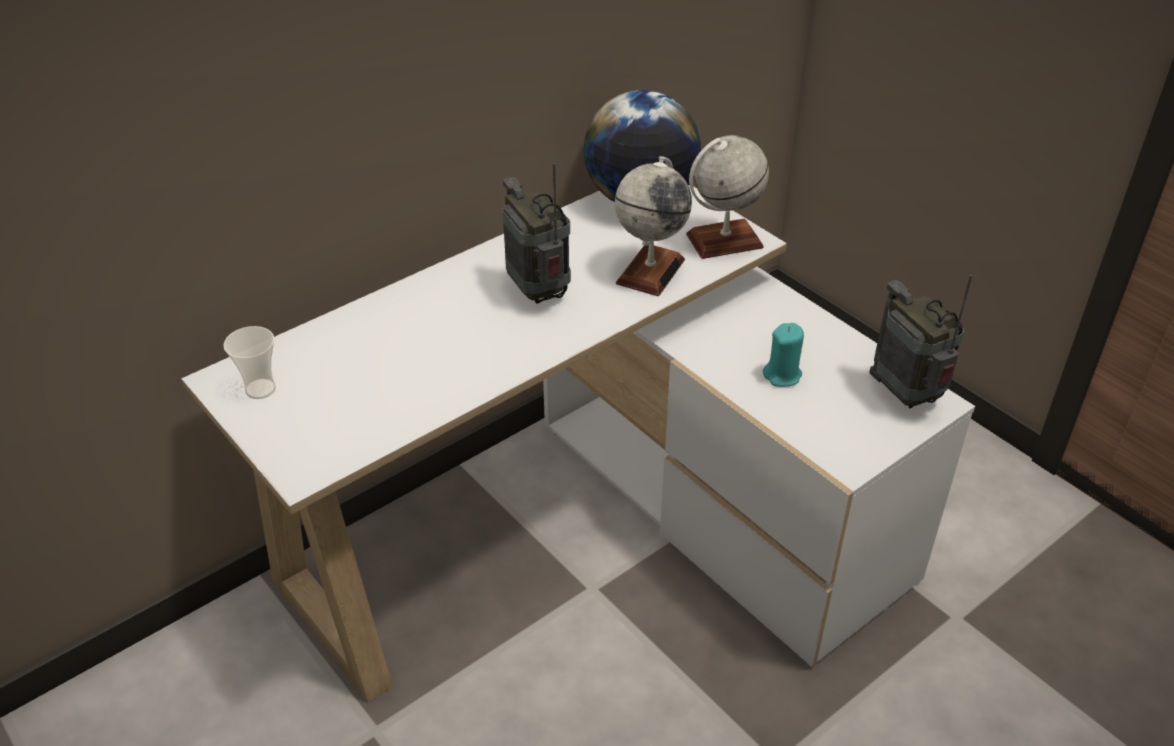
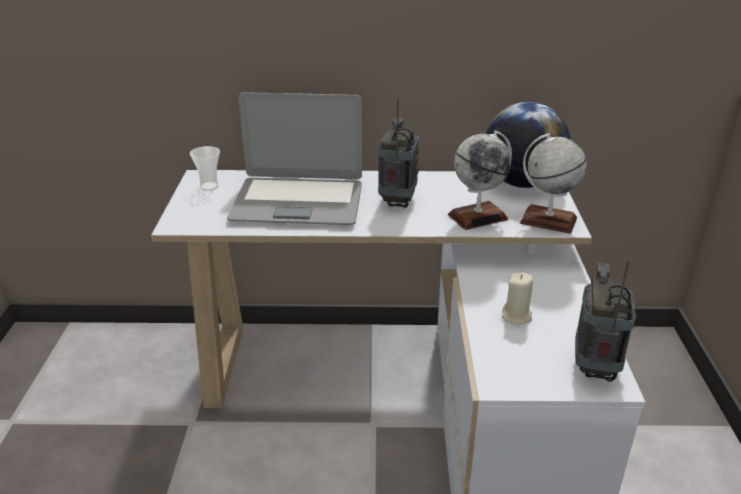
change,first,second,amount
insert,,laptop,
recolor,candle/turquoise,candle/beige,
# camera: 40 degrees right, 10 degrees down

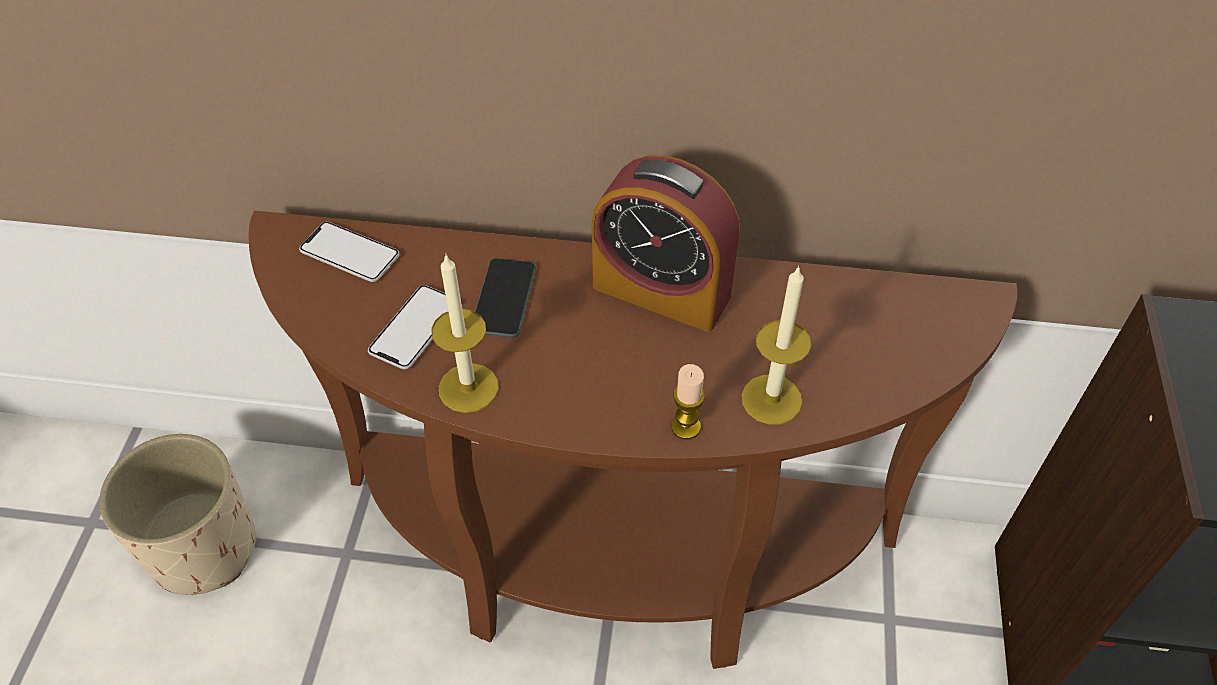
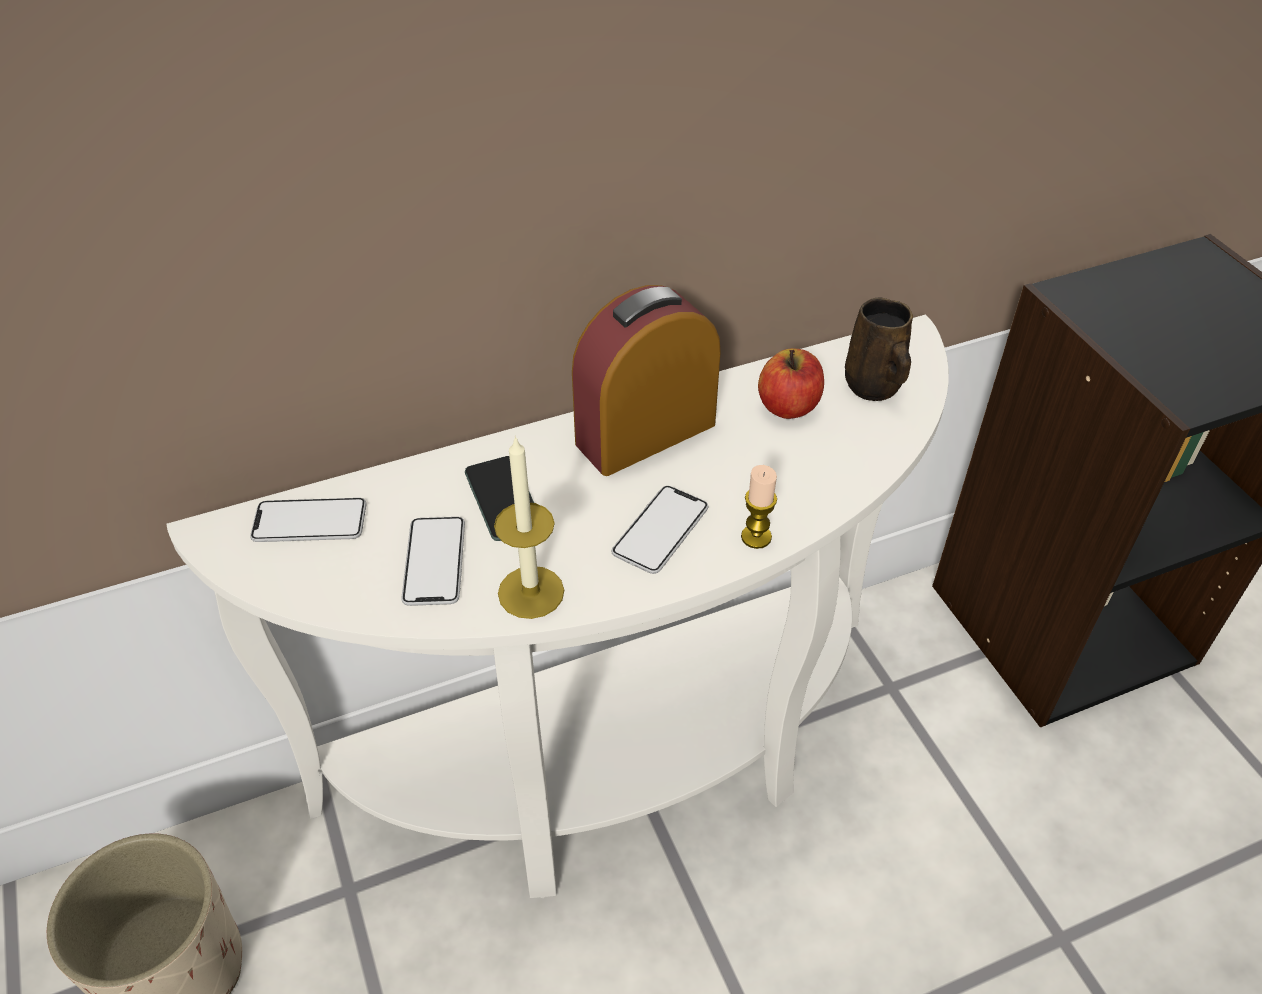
change,first,second,amount
recolor,console table/brown,console table/white,
rotate,alarm clock,,150 degrees clockwise
insert,,phone (4th from left),
insert,,apple,
insert,,mug/brown,
delete,candle (3rd from left),,
# camera: 30 degrees left, 5 degrees down

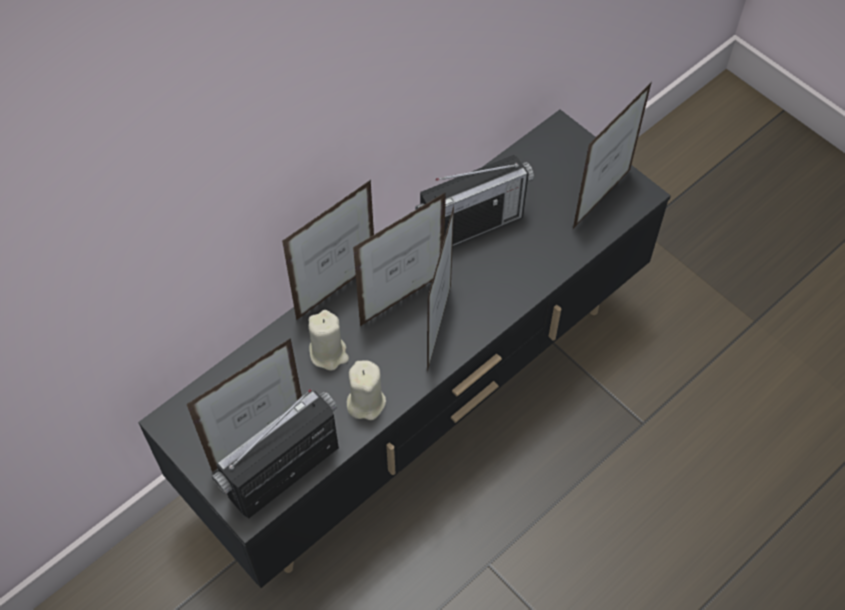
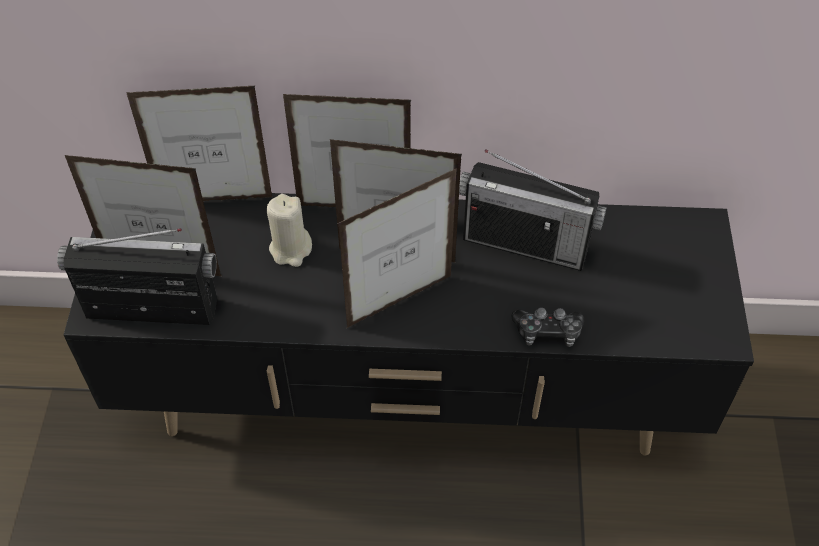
change,first,second,amount
move,picture frame (5th from left in the first image),picture frame (2nd from left),
insert,,game controller,
delete,candle/beige (2nd from left),,
# camera: 45 degrees right, 5 degrees down

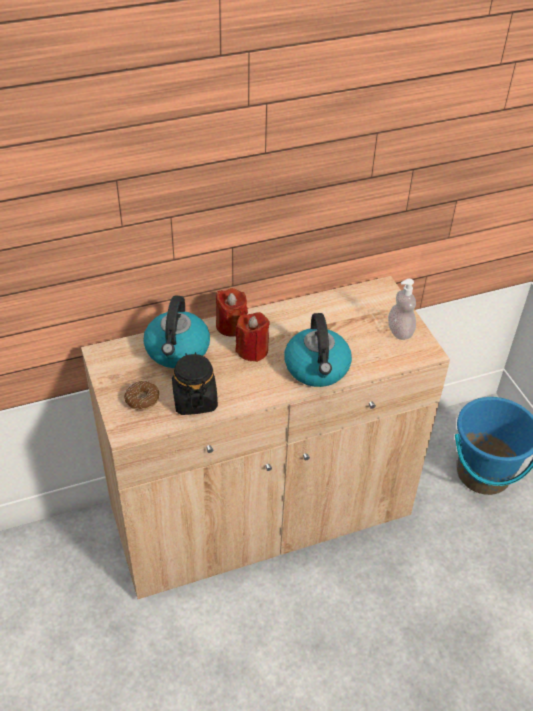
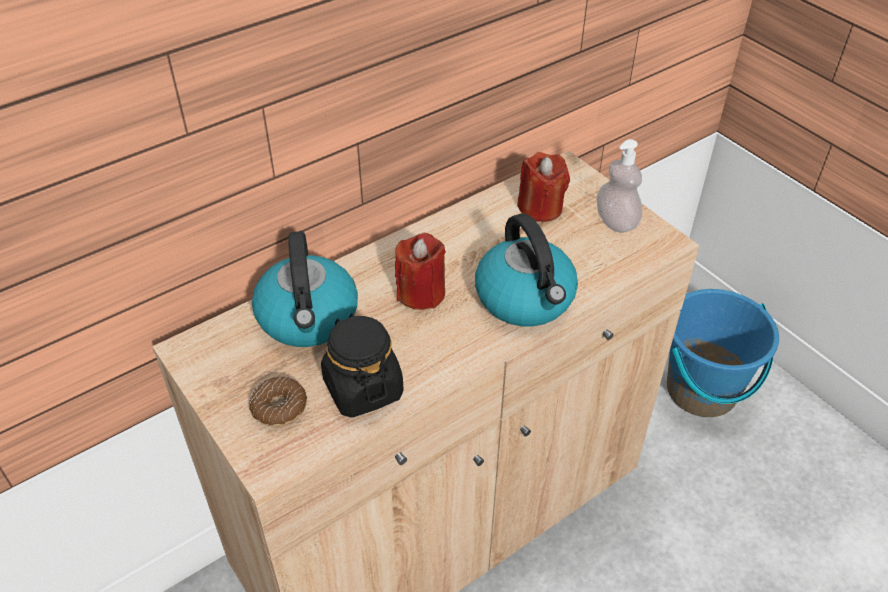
change,first,second,amount
move,candle/red (1st from left in the first image),candle/red (2nd from left),
# camera: 15 degrees left, 0 degrees up

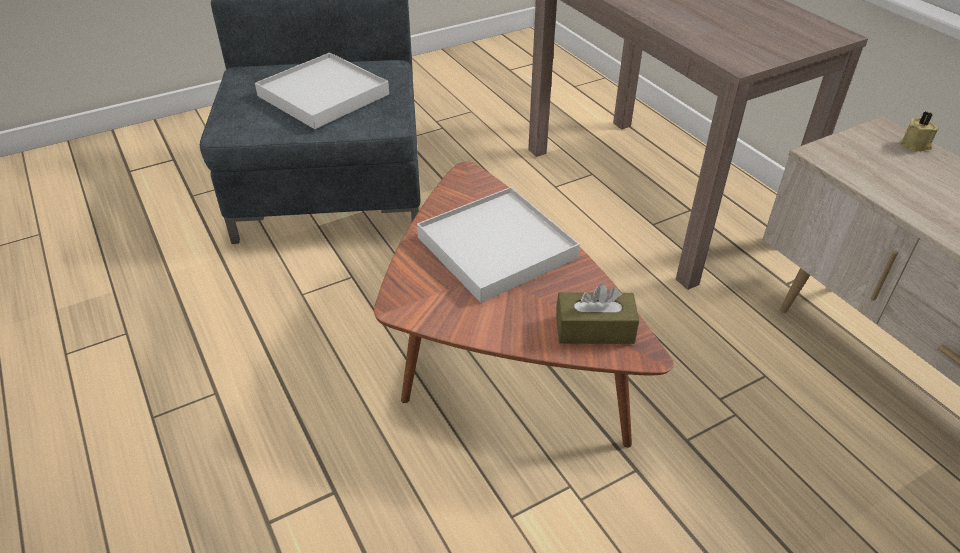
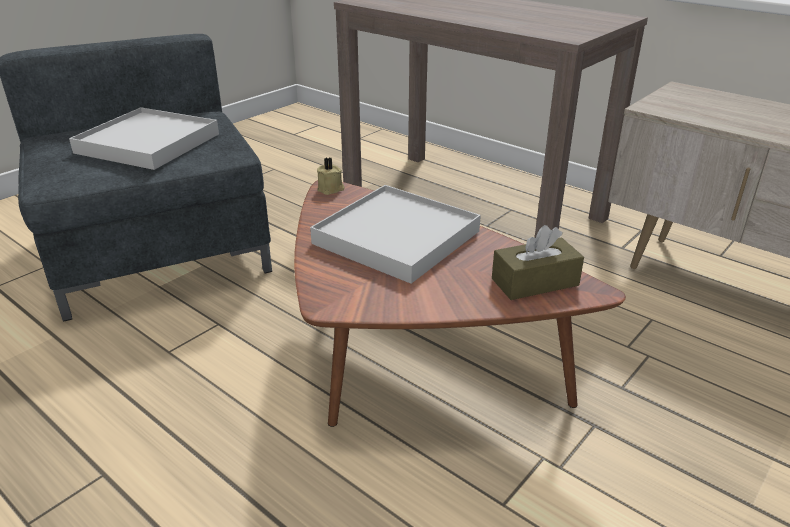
change,first,second,amount
move,candle/beige,,
# camera: 20 degrees left, 10 degrees down

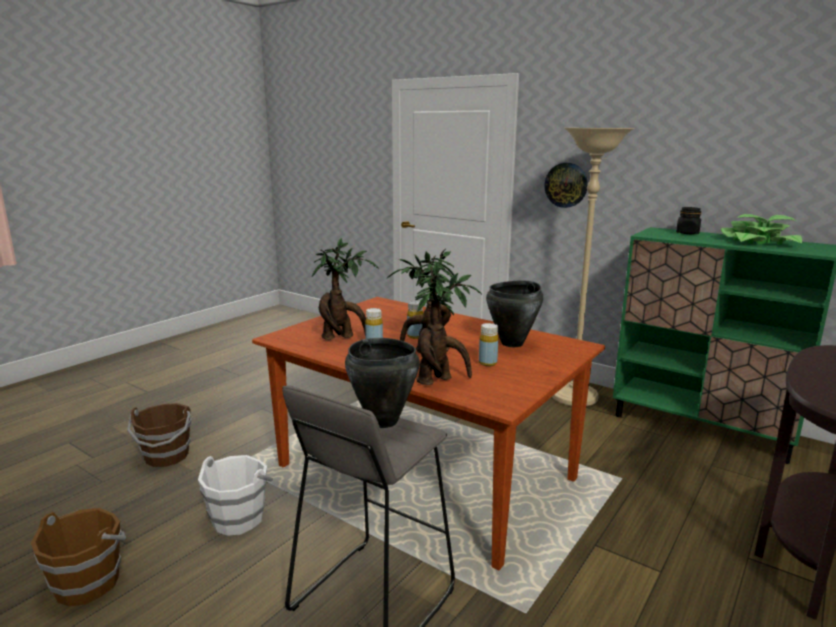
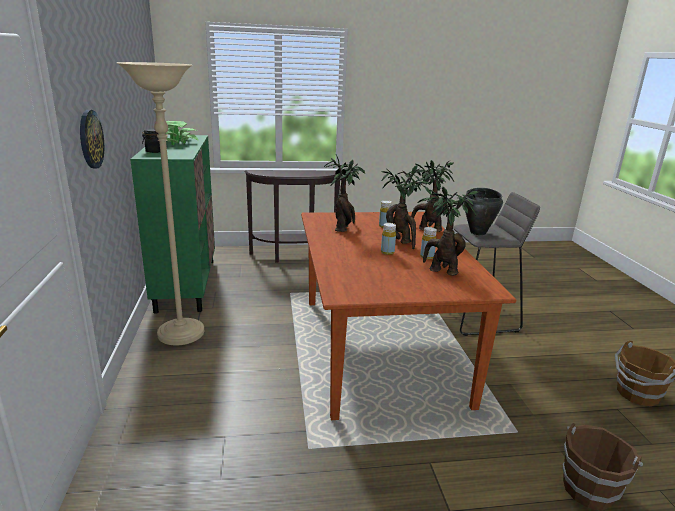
change,first,second,amount
replace,cooking pot/black (2nd from left),potted plant (2nd from left),
delete,bucket/white,,
# camera: 135 degrees left, 5 degrees up

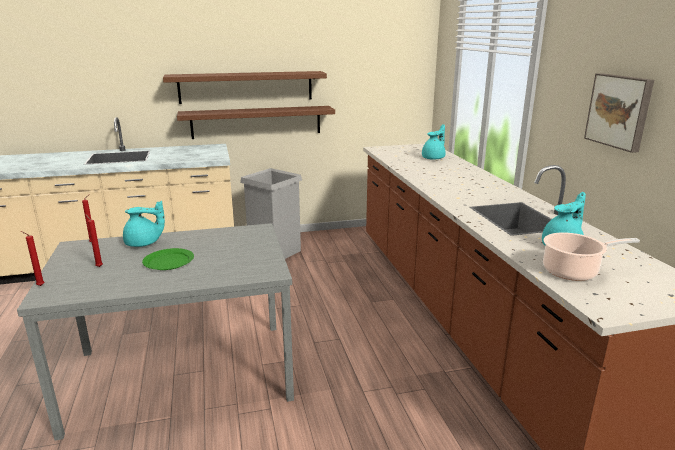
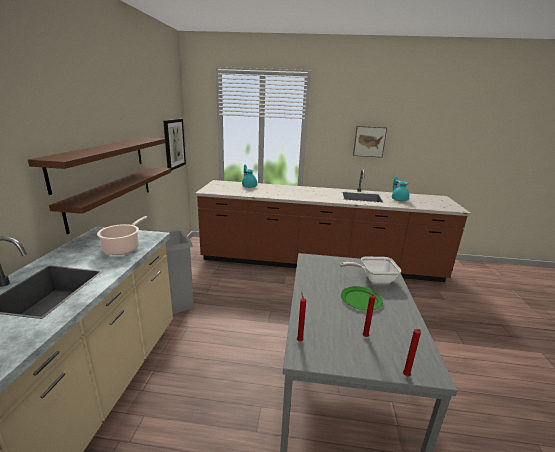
change,first,second,amount
move,cooking pot,,
insert,,picture (1st from left),
insert,,frying pan,
delete,teapot/turquoise (1st from left),,
# camera: 70 degrees left, 0 degrees up

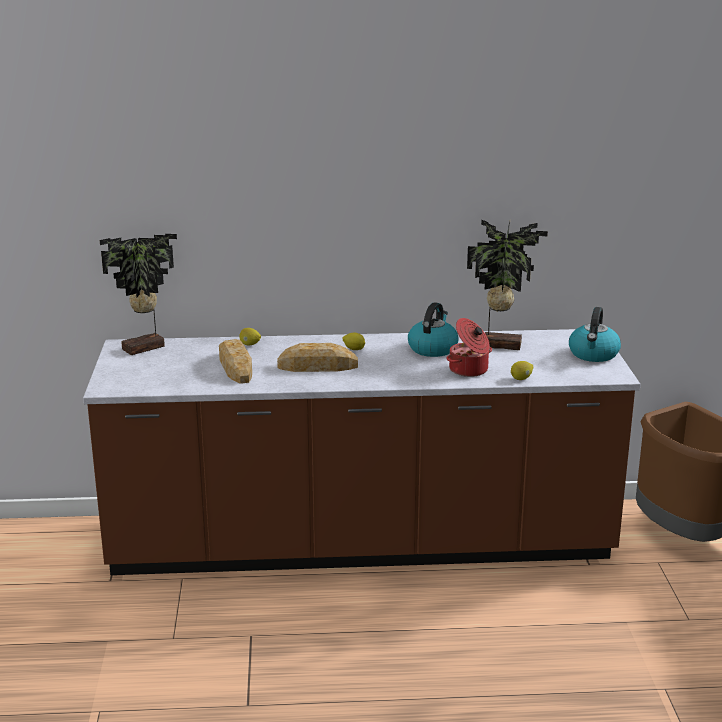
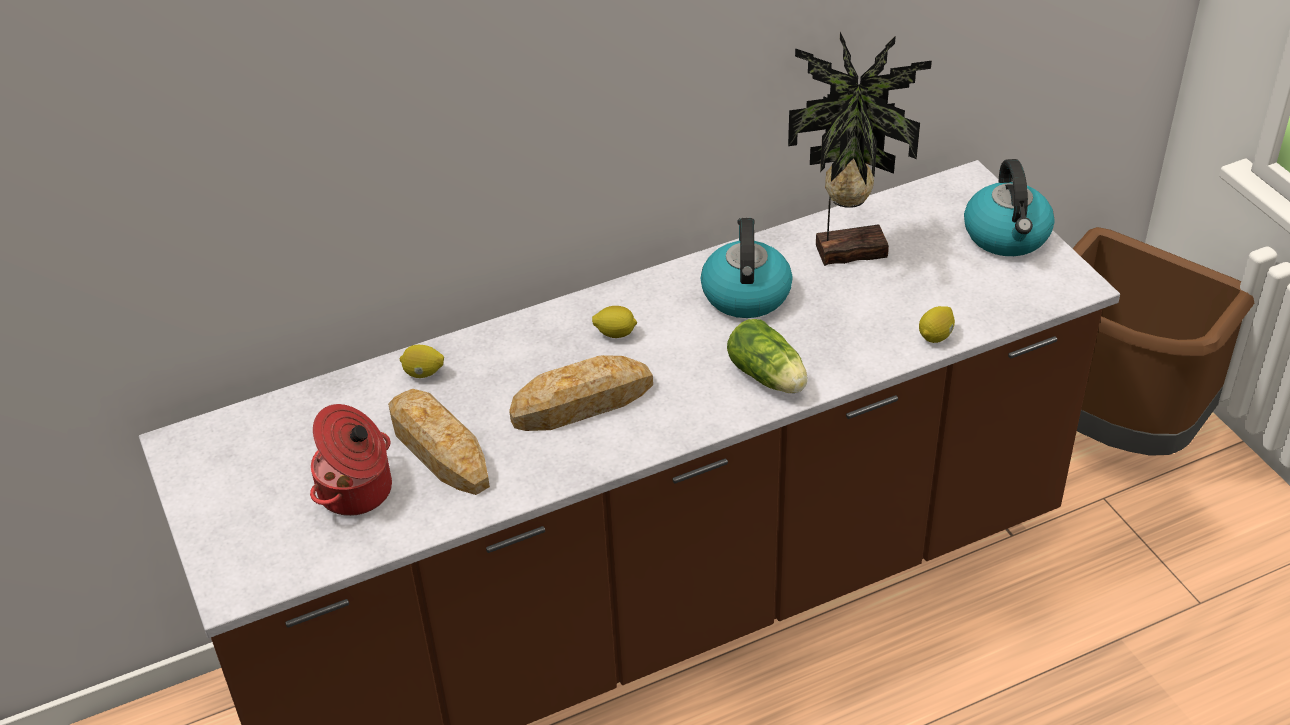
change,first,second,amount
move,cooking pot,,
insert,,lettuce,
delete,potted plant (1st from left),,
# camera: 20 degrees left, 20 degrees up

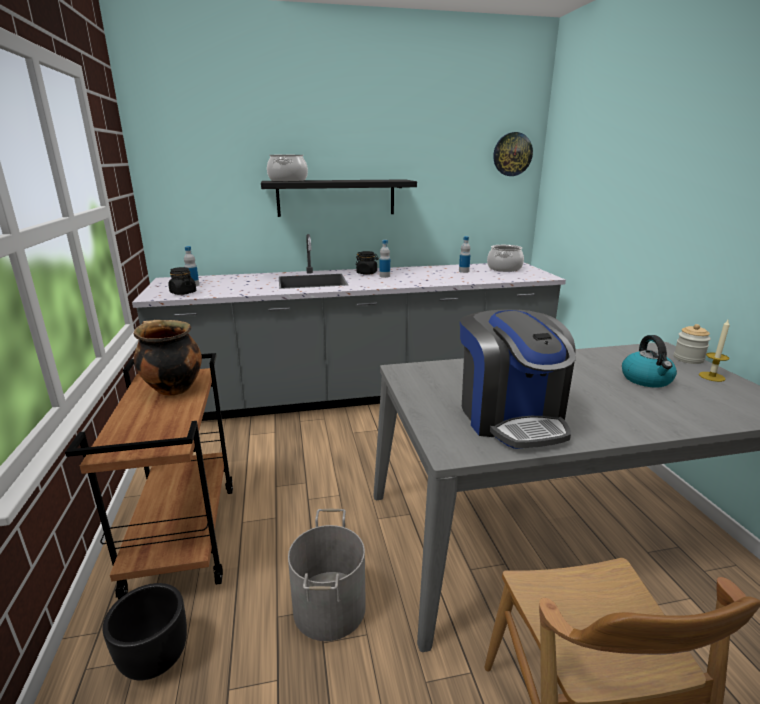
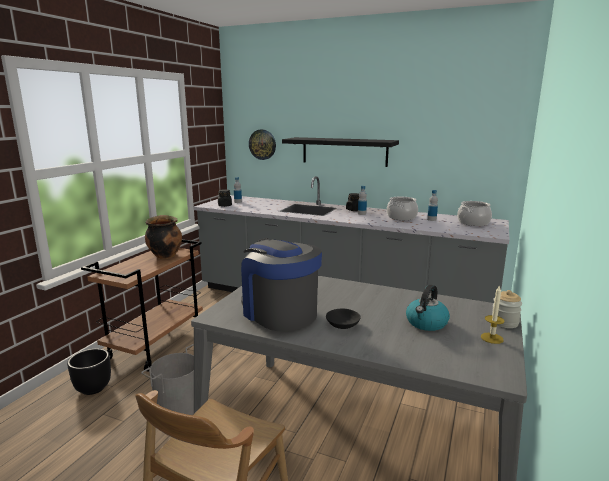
change,first,second,amount
rotate,coffee machine,,120 degrees clockwise
move,wall clock,,
insert,,bowl/black,
move,cooking pot (2nd from left),,
# camera: 35 degrees right, 5 degrees down

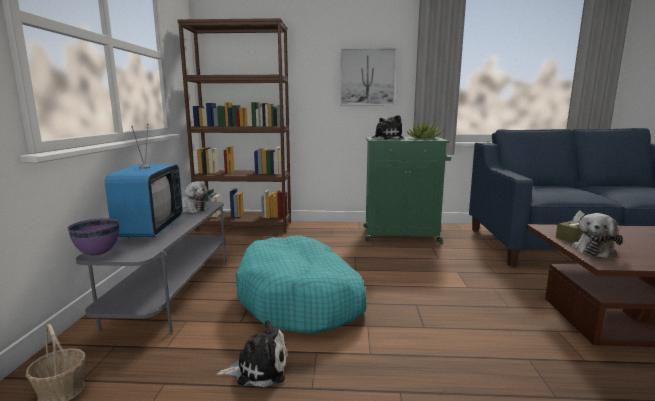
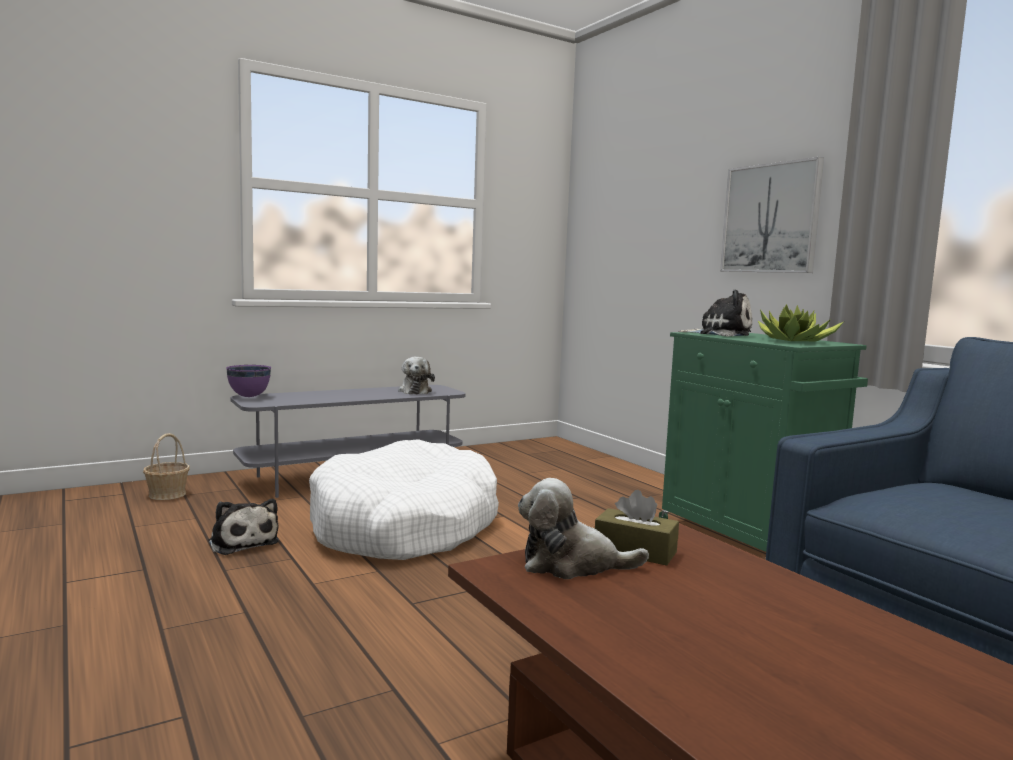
change,first,second,amount
recolor,dog bed/turquoise,dog bed/white,
delete,television,,
delete,bookcase/brown,,
# camera: 55 degrees right, 5 degrees down

